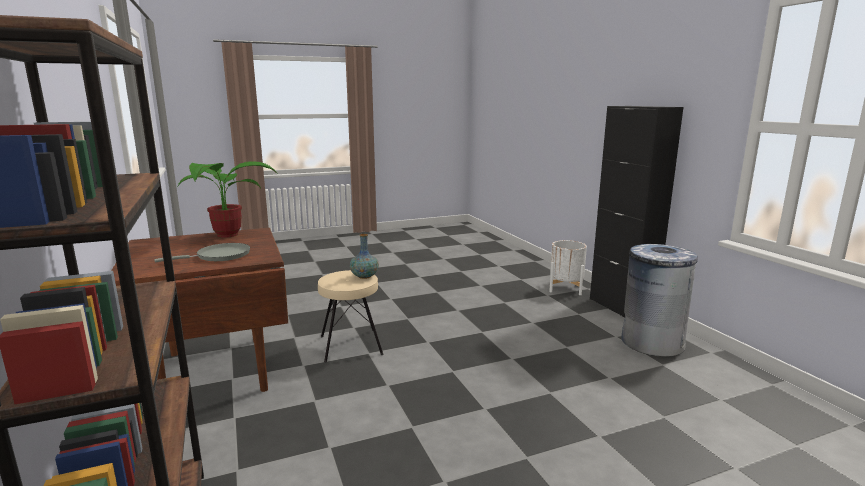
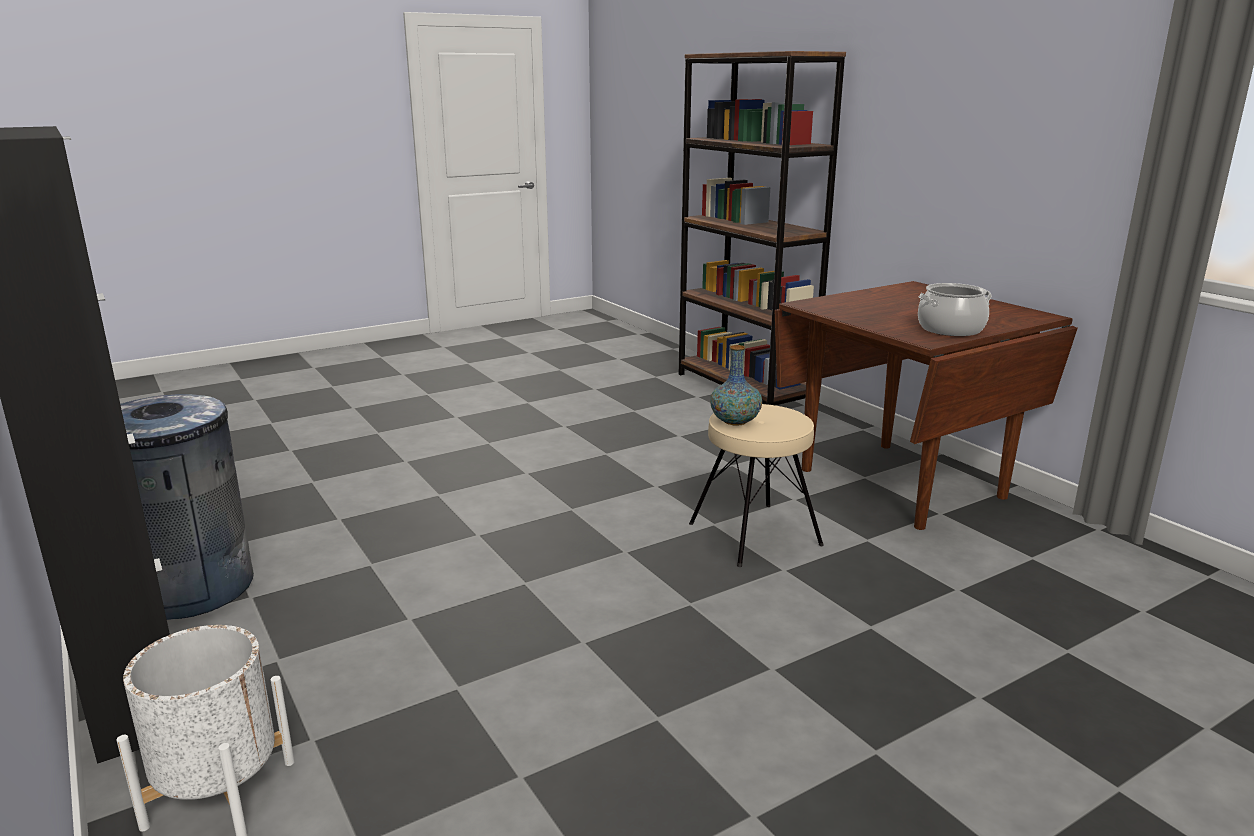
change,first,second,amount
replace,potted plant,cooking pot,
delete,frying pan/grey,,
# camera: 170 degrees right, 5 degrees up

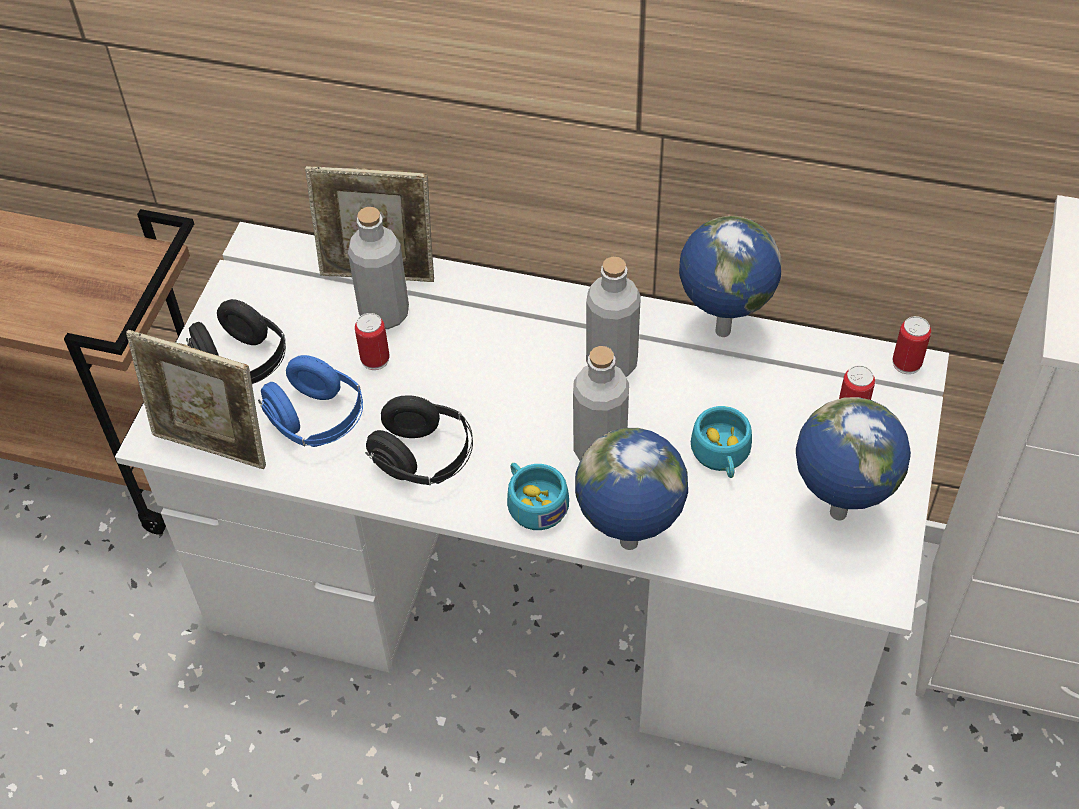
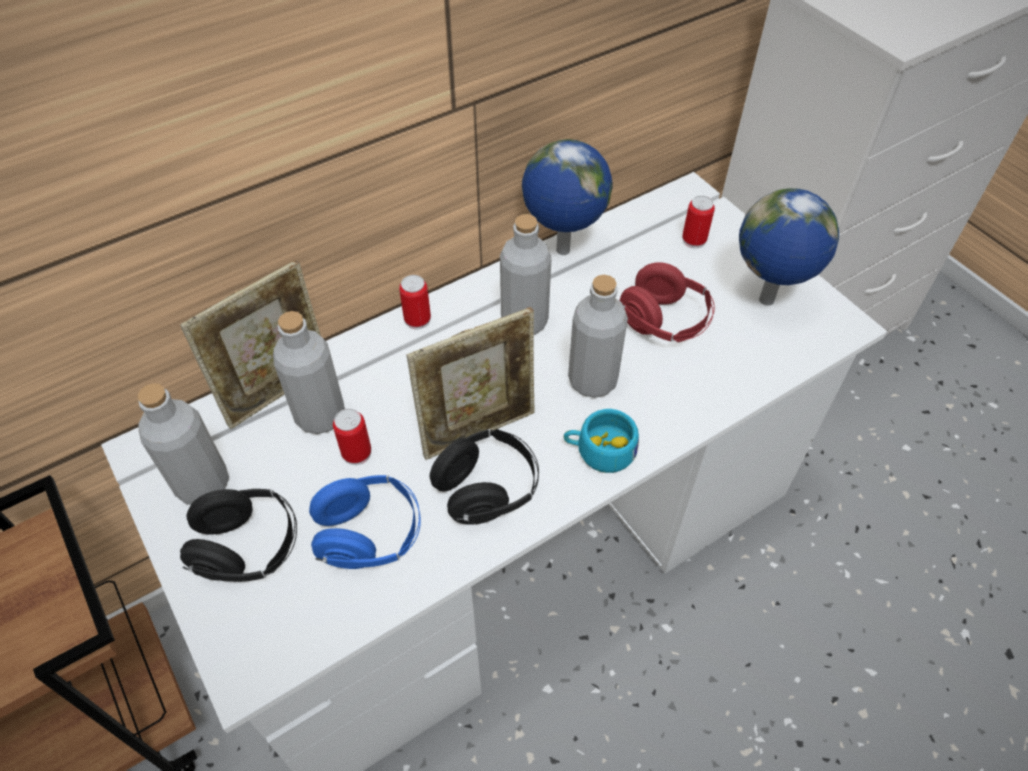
change,first,second,amount
insert,,bottle/grey (1st from left),
move,can (3rd from left in the first image),can (2nd from left),
move,picture frame (1st from left in the first image),picture frame (2nd from left),
replace,cup/turquoise (2nd from left),headphones/red,
delete,globe (1st from left),,
# camera: 50 degrees left, 0 degrees up

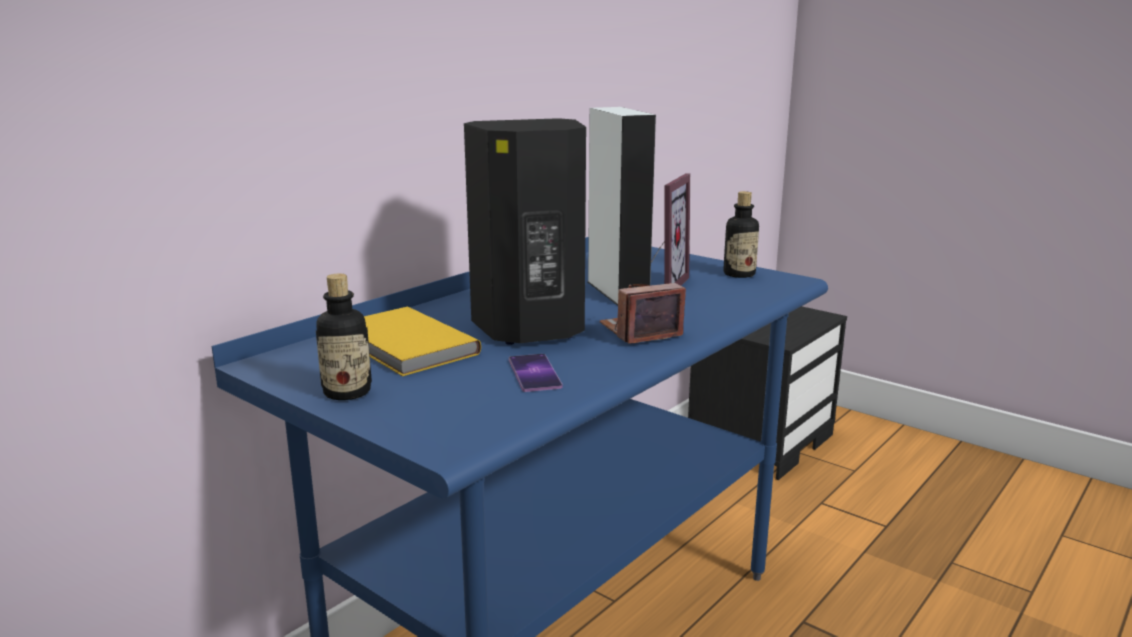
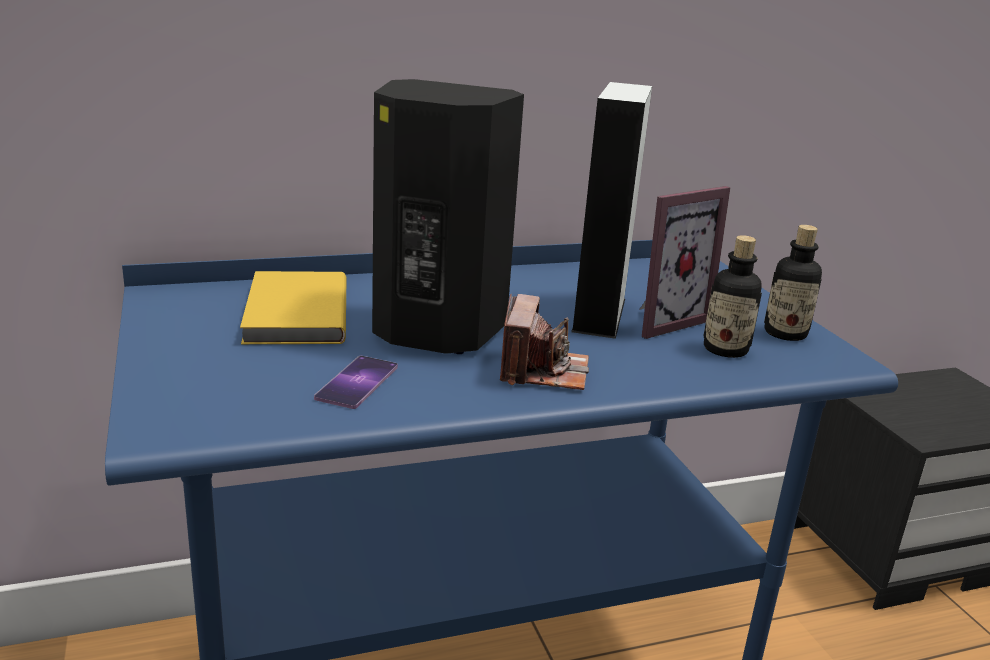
change,first,second,amount
rotate,photo camera,,90 degrees clockwise
move,bottle (1st from left),,
# camera: 30 degrees right, 5 degrees up

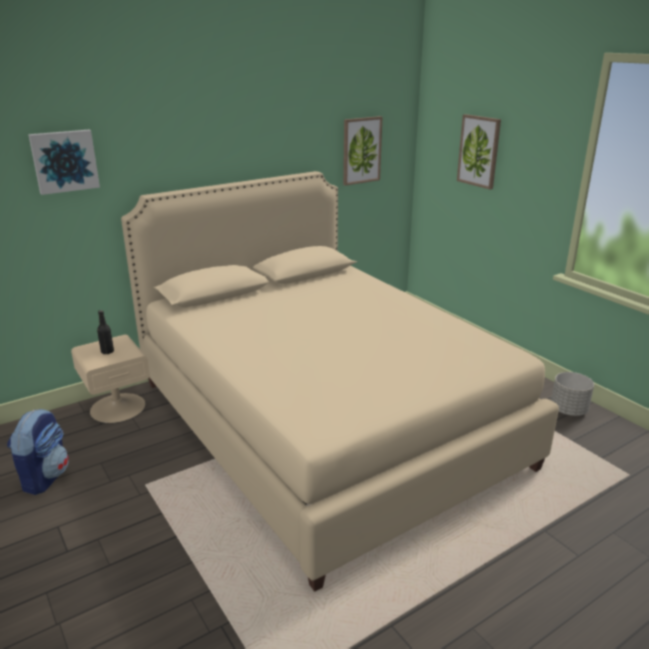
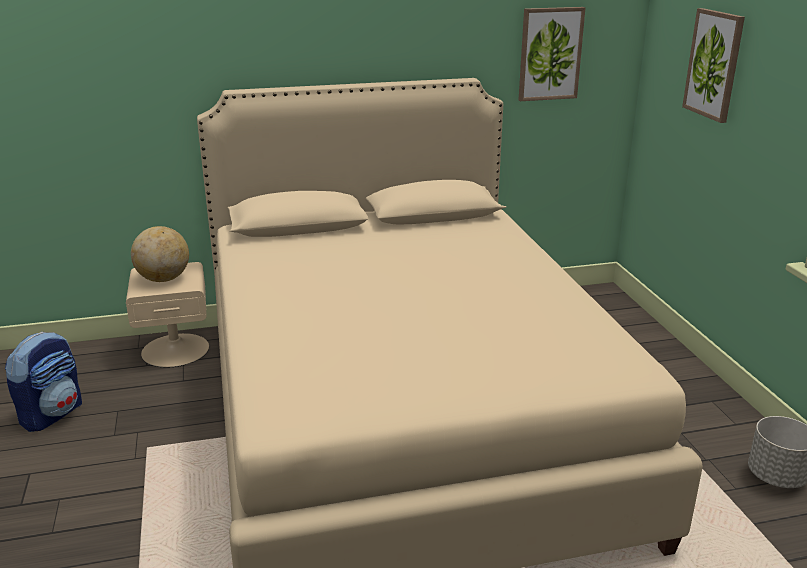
change,first,second,amount
replace,bottle/black,globe,
delete,picture (1st from left),,
# camera: 20 degrees right, 0 degrees up

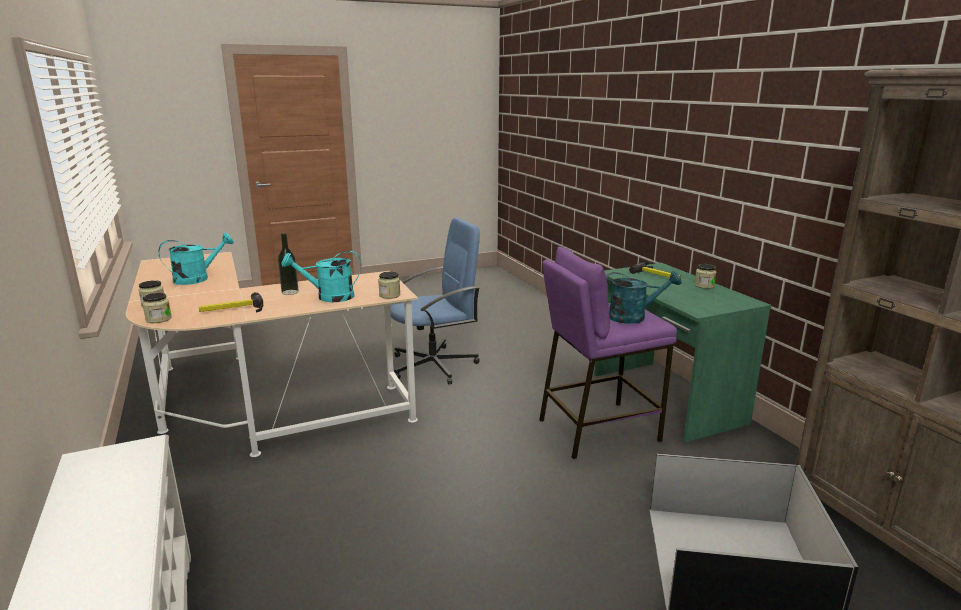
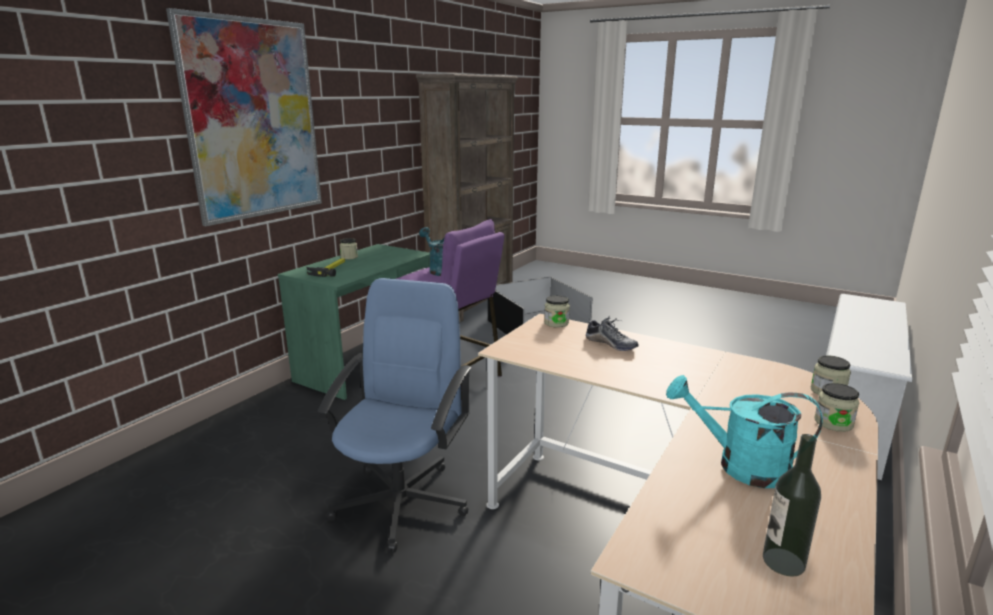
change,first,second,amount
insert,,picture,
rotate,office chair/blue,,75 degrees clockwise
replace,watering can/turquoise (2nd from left),shoe,
move,bottle,,
delete,hammer (1st from left),,
# camera: 125 degrees left, 0 degrees up

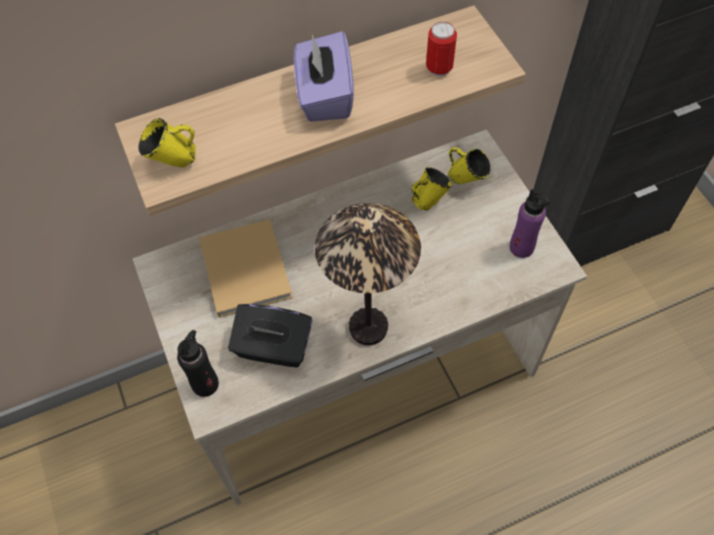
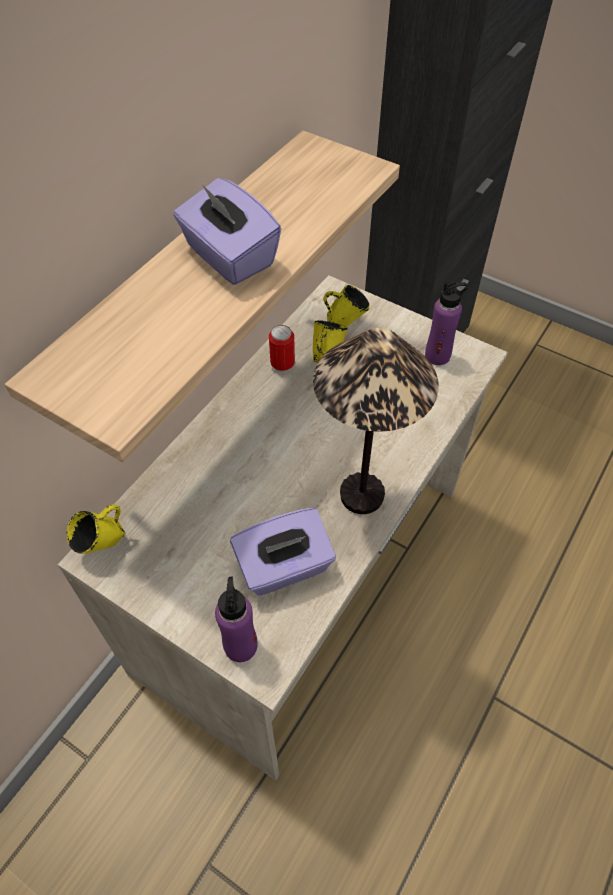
change,first,second,amount
move,mug/yellow (1st from left),,
recolor,bottle/black,bottle/purple (1st from left),
recolor,tissue box/black,tissue box/purple (2nd from left),
move,can,,
delete,book/beige,,
# camera: 35 degrees left, 5 degrees down

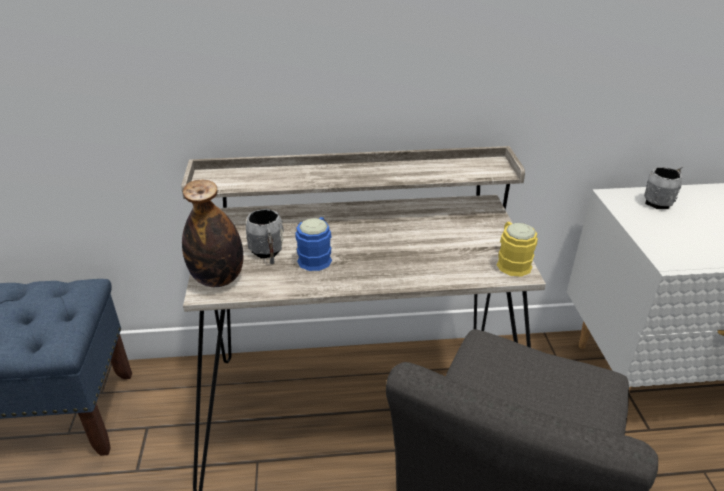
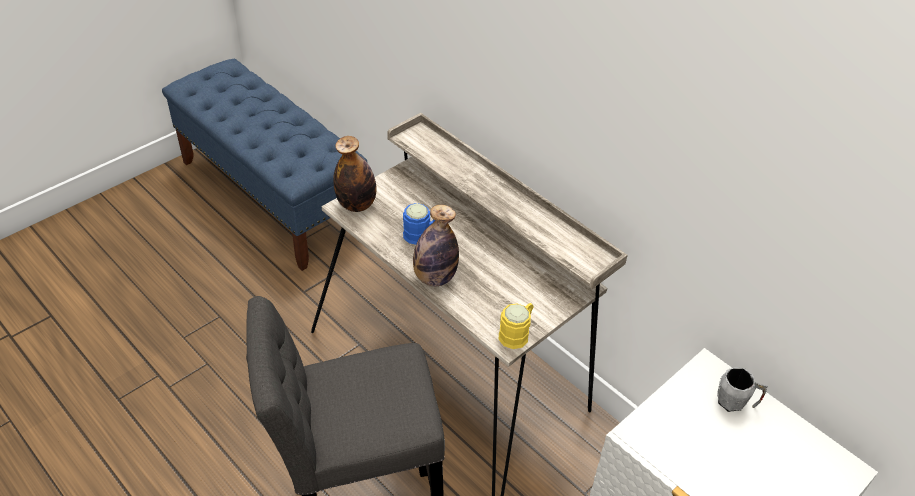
change,first,second,amount
insert,,bottle (2nd from left),
delete,mug/grey (1st from left),,
# camera: 50 degrees right, 10 degrees up

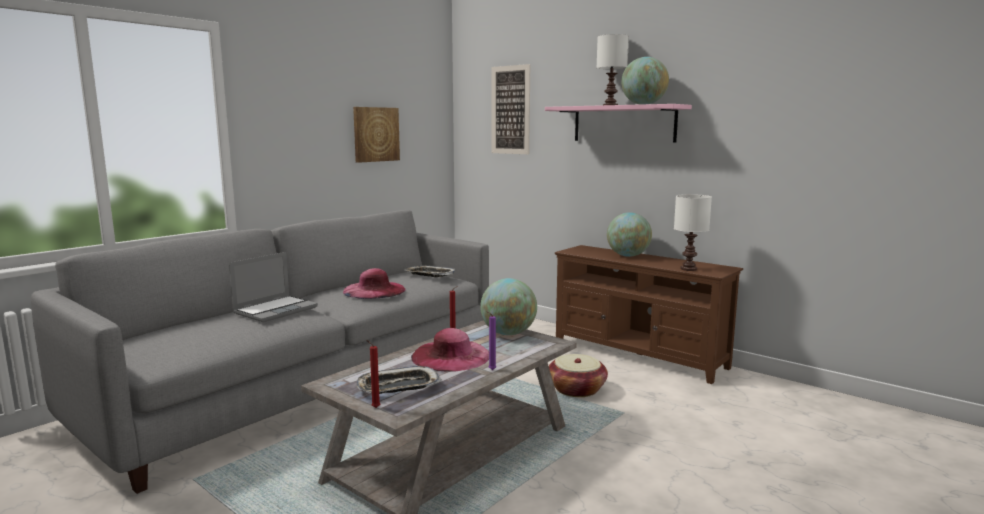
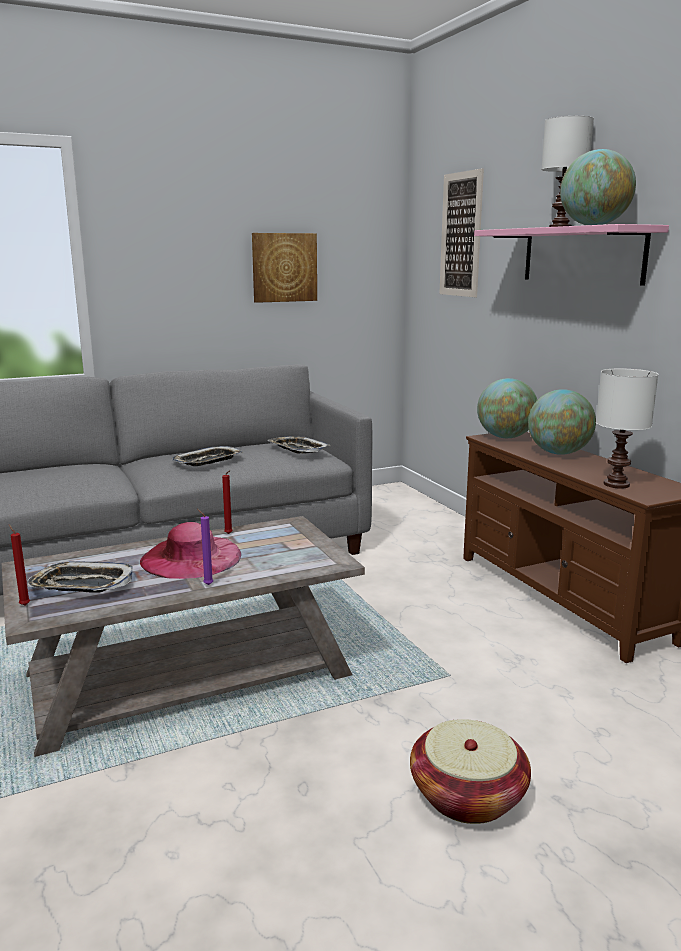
change,first,second,amount
replace,hat/pink (1st from left),tray (2nd from left),
move,basket,,
move,globe (1st from left),,
delete,laptop,,
# camera: 25 degrees right, 5 degrees up

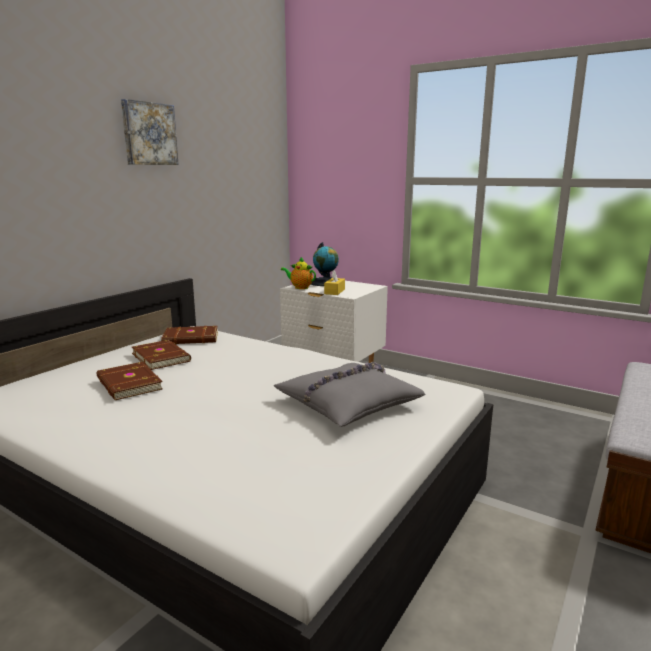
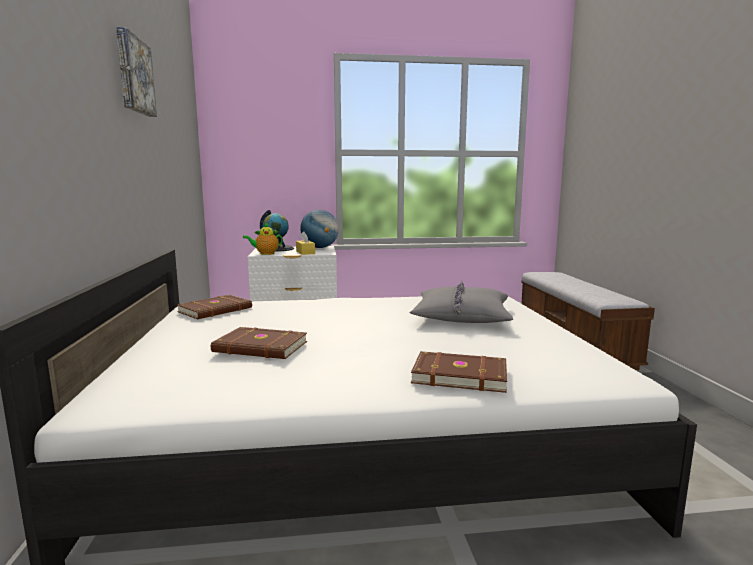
change,first,second,amount
insert,,globe (2nd from left),
move,book/brown (2nd from left in the first image),book/brown (3rd from left),
# camera: 40 degrees left, 5 degrees down

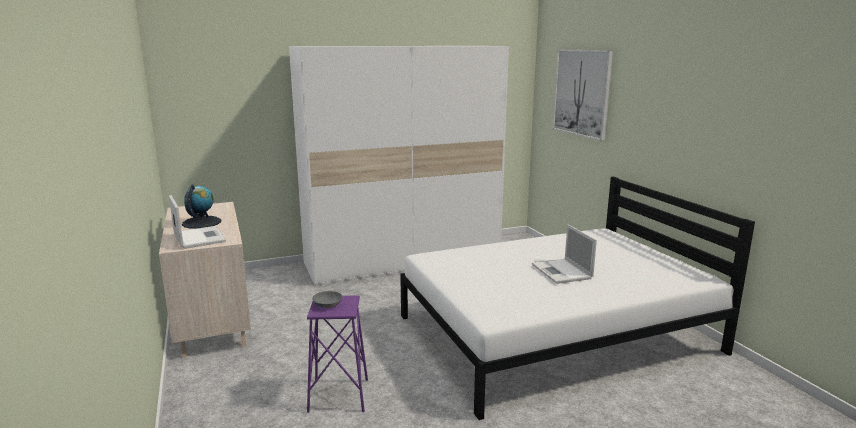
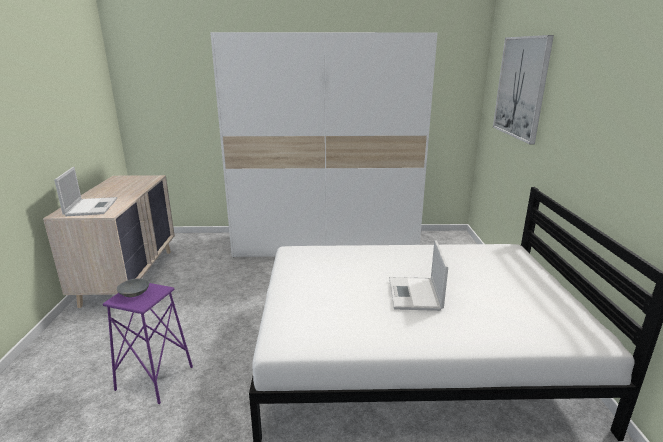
change,first,second,amount
delete,globe,,
# camera: 20 degrees right, 5 degrees up

